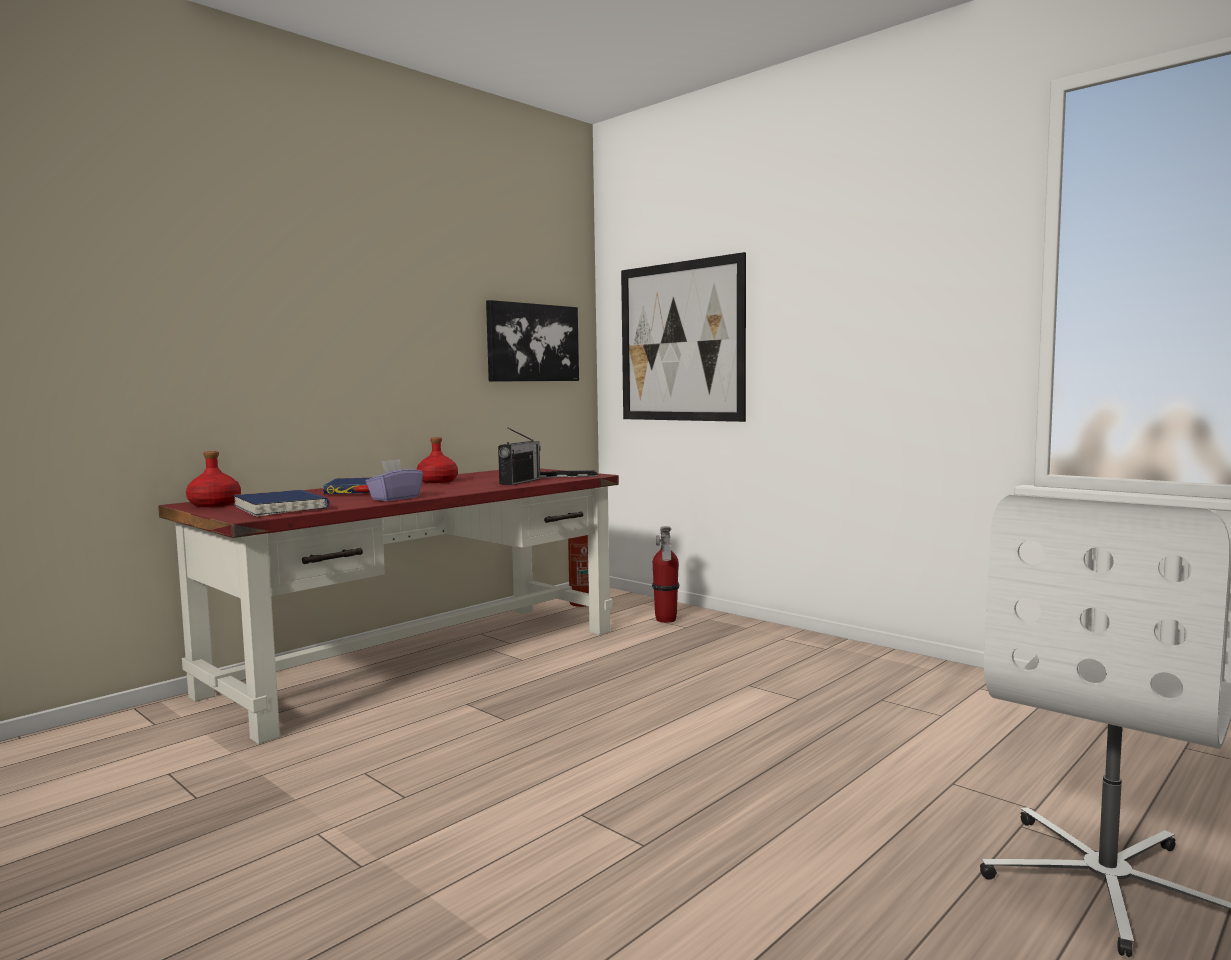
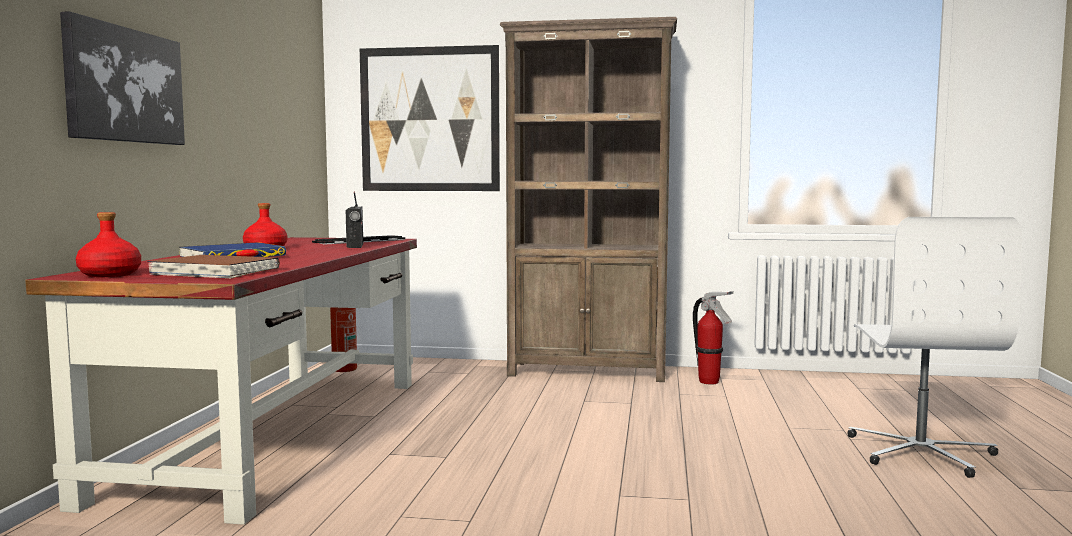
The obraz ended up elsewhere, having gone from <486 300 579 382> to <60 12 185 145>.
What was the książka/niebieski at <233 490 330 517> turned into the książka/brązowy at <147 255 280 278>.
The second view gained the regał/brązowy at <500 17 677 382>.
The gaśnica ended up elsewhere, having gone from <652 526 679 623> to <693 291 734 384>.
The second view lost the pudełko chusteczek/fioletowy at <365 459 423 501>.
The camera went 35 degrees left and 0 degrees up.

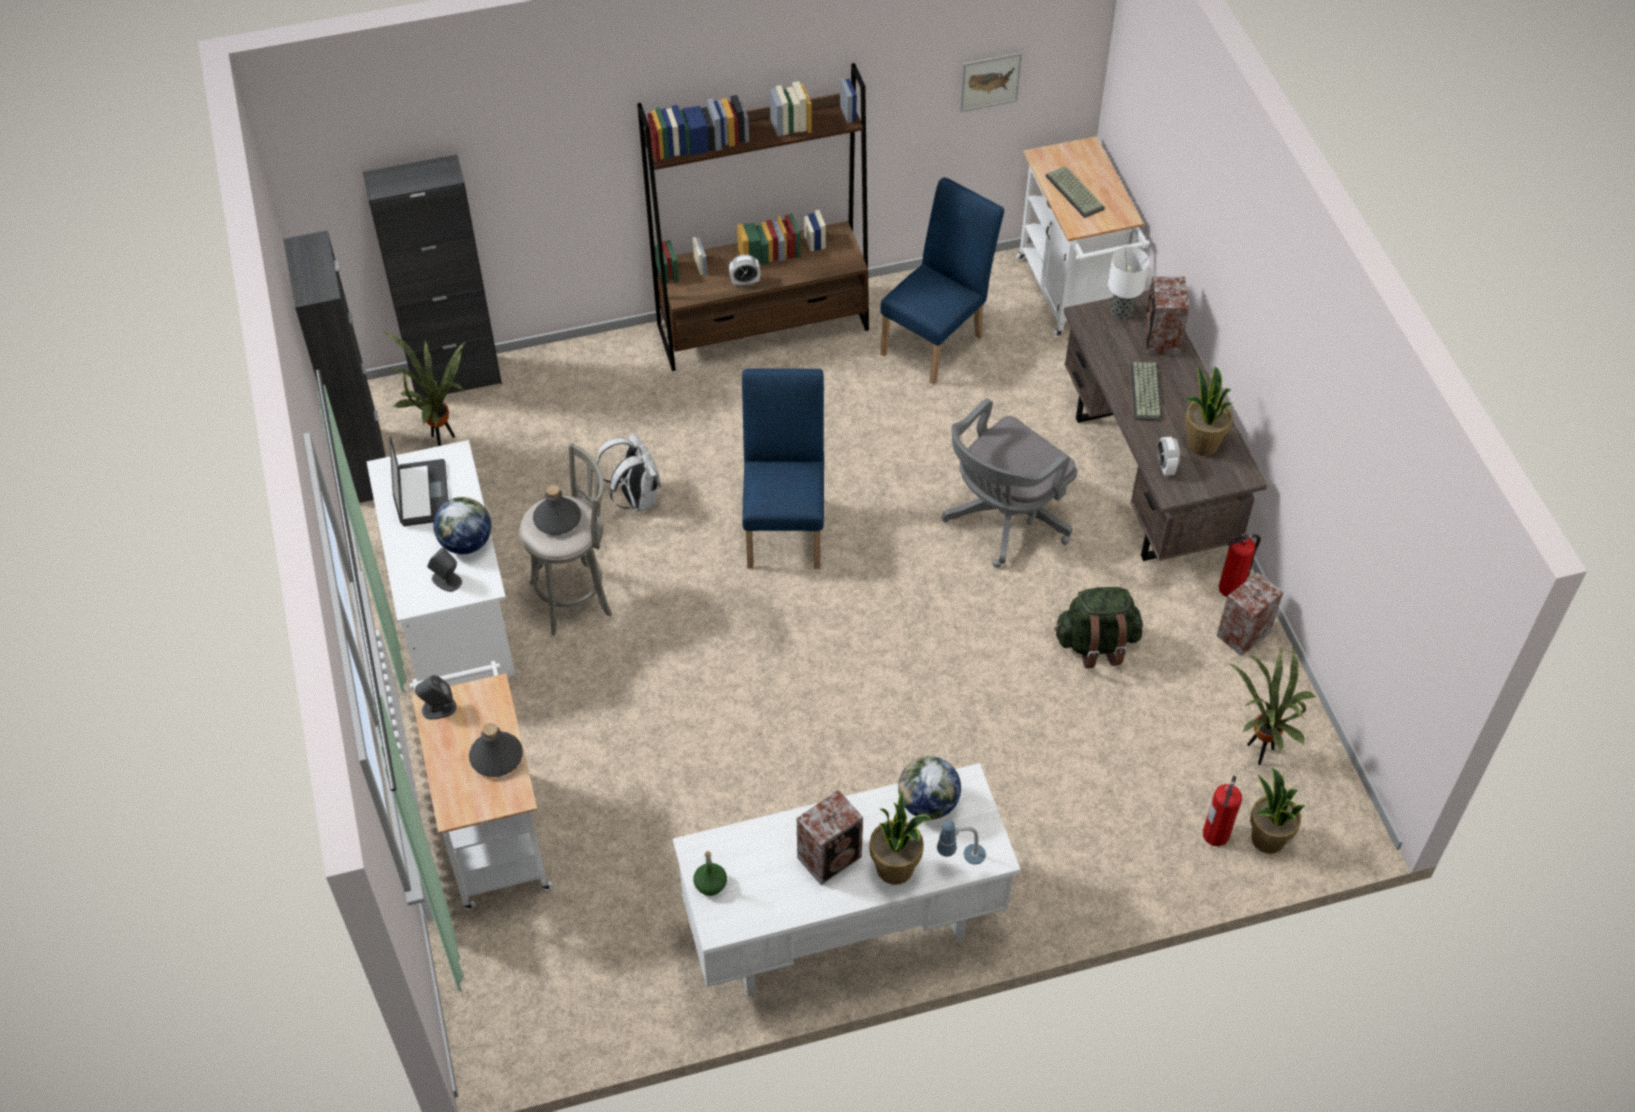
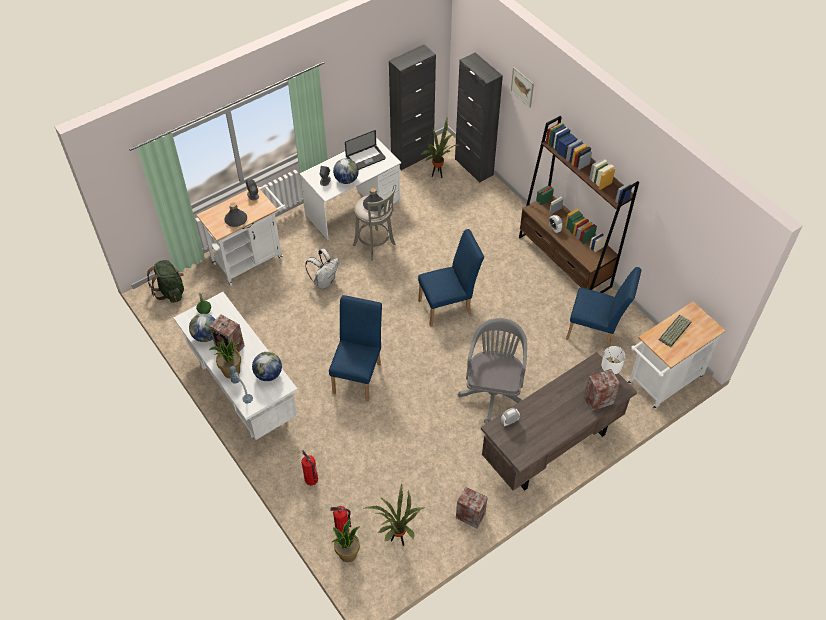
The plecak/zielony ended up elsewhere, having gone from <1054 587 1143 668> to <147 260 184 303>.
The second view gained the globus at <189 313 216 342>.
The gaśnica ended up elsewhere, having gone from <1219 534 1261 597> to <301 450 318 486>.
The plecak/biały ended up elsewhere, having gone from <596 433 661 512> to <305 249 339 289>.
The second view gained the krzesło/niebieski at <329 295 382 402>.
The krzesło biurowe/szary at <941 398 1077 568> ended up facing another way, 75 degrees clockwise from before.
The obraz ended up elsewhere, having gone from <960 52 1022 112> to <511 67 534 108>.
The second view lost the klawiatura at <1131 362 1162 421>.
The second view lost the roślina doniczkowa at <1185 366 1233 456>.
The camera went 70 degrees right and 0 degrees up.

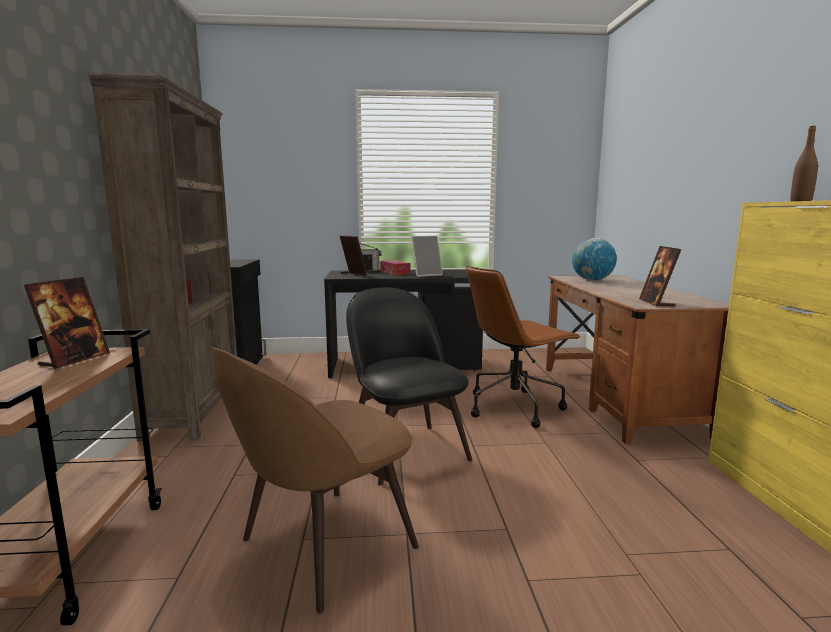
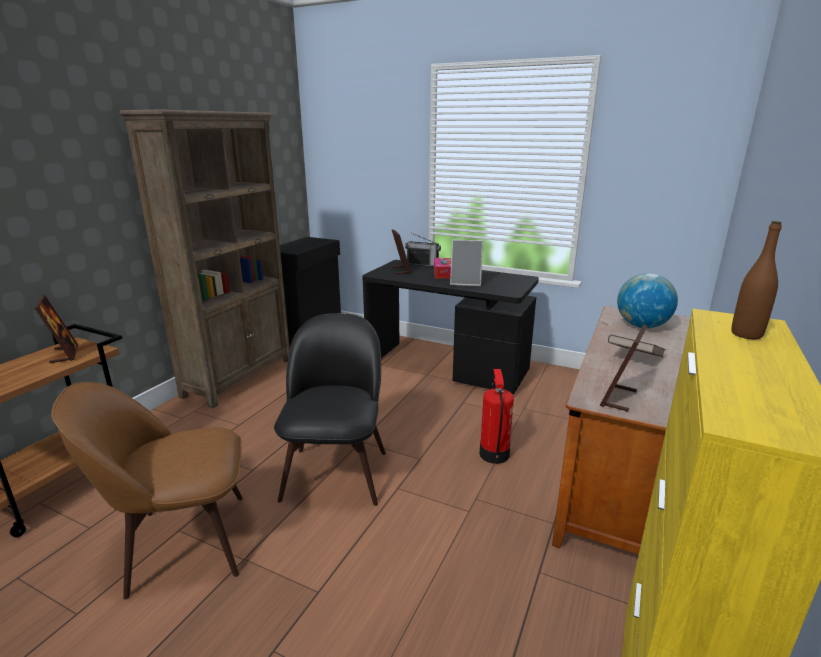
The ramka na zdjęcie at <24 277 110 369> ended up facing another way, 75 degrees counterclockwise from before.
Where the krzesło biurowe/brązowy stood at <466 266 581 428>, the gaśnica came to stand at <479 369 514 464>.
The second view gained the książka/brązowy at <608 334 666 357>.
The camera went 30 degrees right and 10 degrees up.

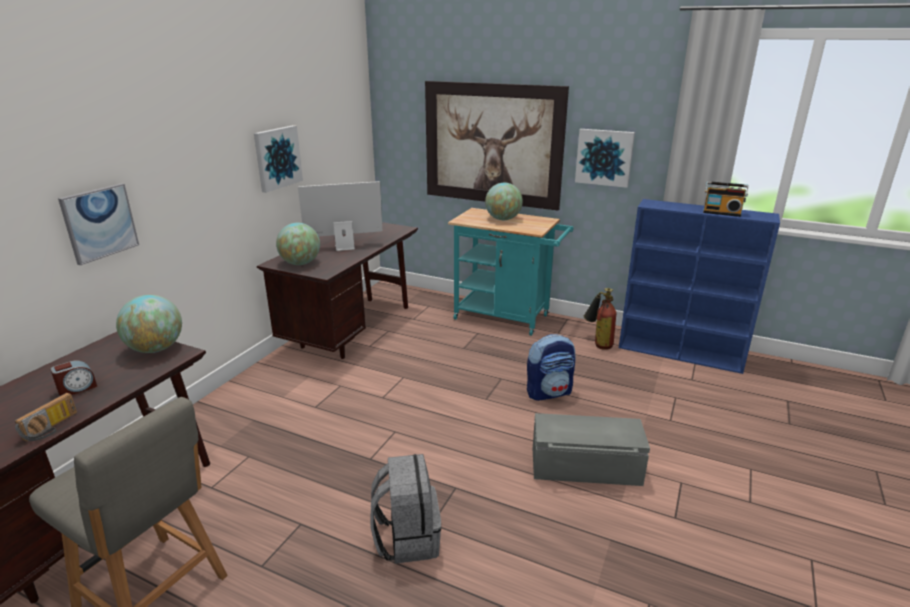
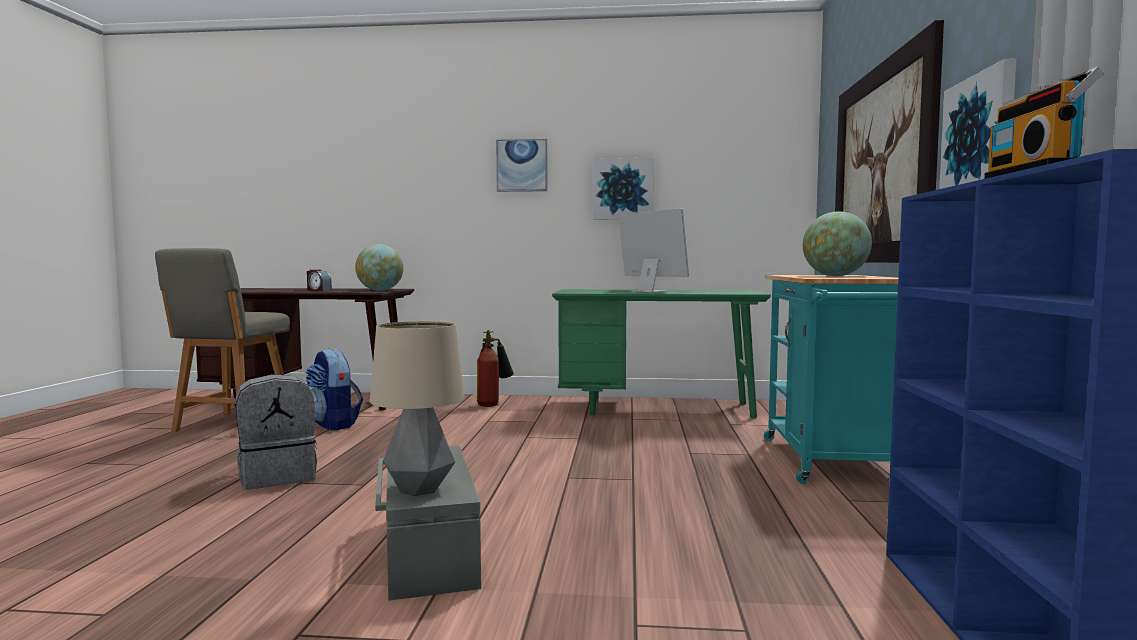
The plecak ended up elsewhere, having gone from <527 334 576 401> to <306 348 363 431>.
The second view gained the lampa stołowa at <370 321 465 496>.
The gaśnica ended up elsewhere, having gone from <584 288 616 350> to <477 330 514 407>.
The obraz ended up elsewhere, having gone from <58 183 139 265> to <496 139 547 192>.
What was the biurko/brązowy at <257 222 418 359> turned into the biurko/zielony at <552 289 771 418>.
The second view lost the radio at <15 393 77 441>.
The second view lost the globus at <276 223 320 265>.
The camera went 70 degrees right and 20 degrees down.

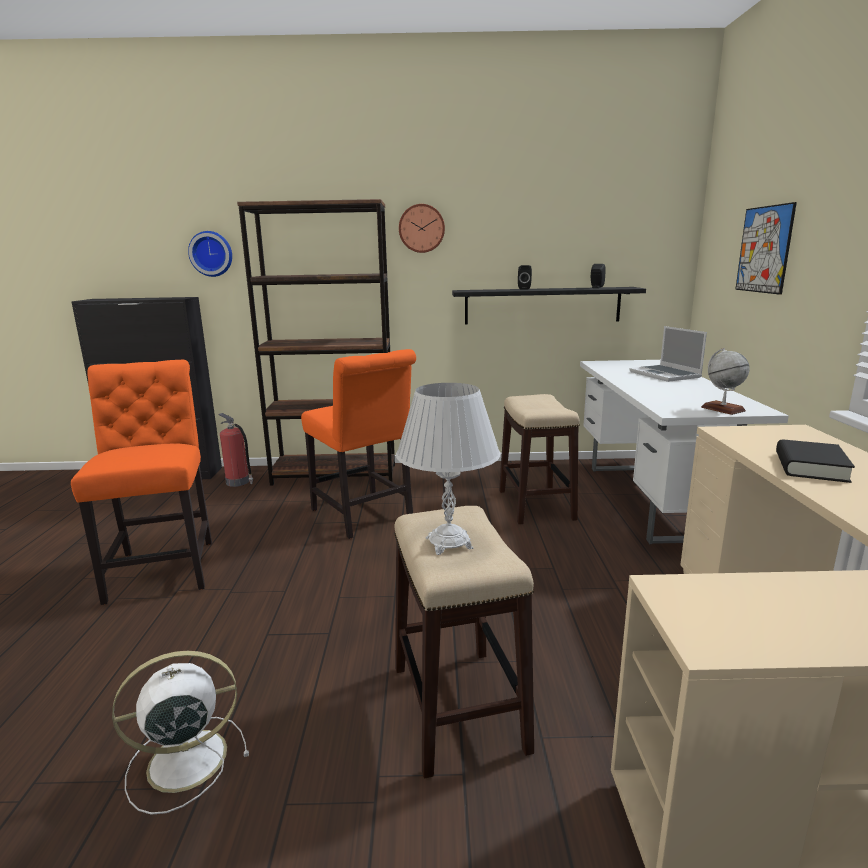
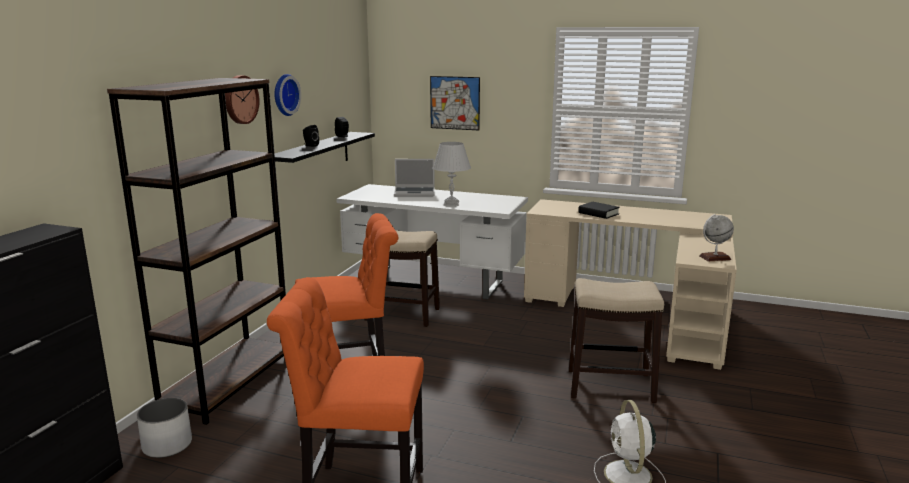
Where the gaśnica stood at <218 413 253 487>, the donica/biały came to stand at <137 398 192 458>.
The zegar ścienny ended up elsewhere, having gone from <188 231 232 277> to <274 74 301 116>.
The lampa stołowa/biały ended up elsewhere, having gone from <396 383 500 555> to <432 142 471 206>.
The globus ended up elsewhere, having gone from <701 348 750 415> to <699 214 734 262>.
The camera went 70 degrees left and 0 degrees up.

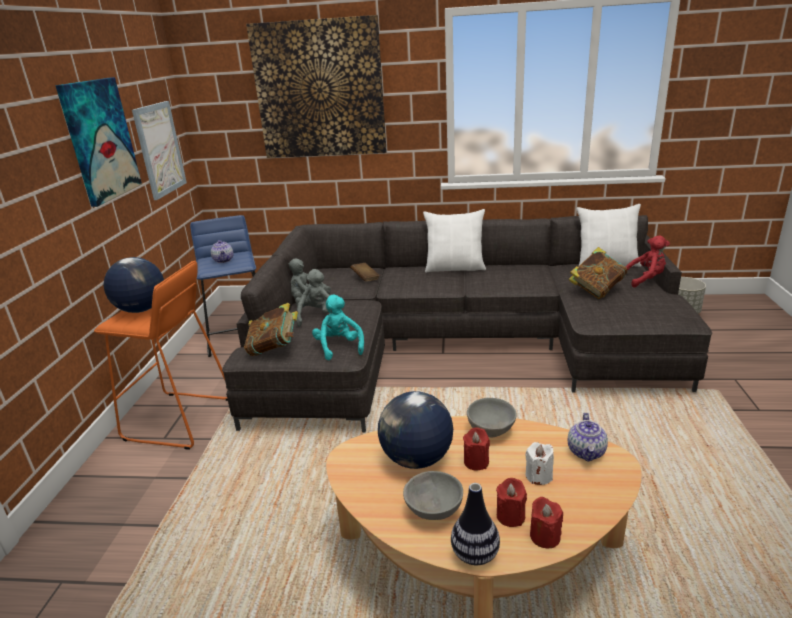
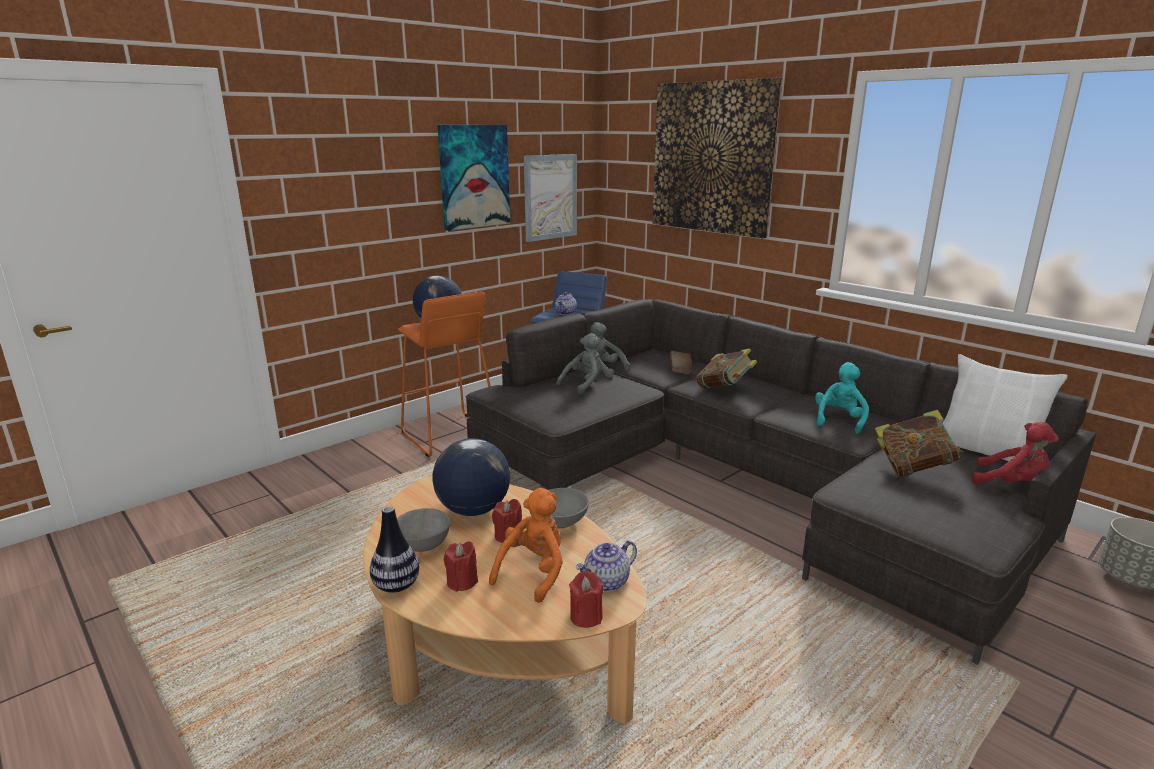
Where the świeca/biały stood at <525 442 554 485>, the pluszak/pomarańczowy came to stand at <489 488 563 603>.
The świeca/czerwony ended up elsewhere, having gone from <530 497 563 548> to <569 571 603 628>.
The książka ended up elsewhere, having gone from <244 303 298 356> to <696 349 757 388>.
The pluszak/turkusowy ended up elsewhere, having gone from <312 295 364 360> to <815 362 869 434>.
The second view lost the poduszka/biały at <423 209 486 273>.
The camera went 40 degrees right and 5 degrees down.

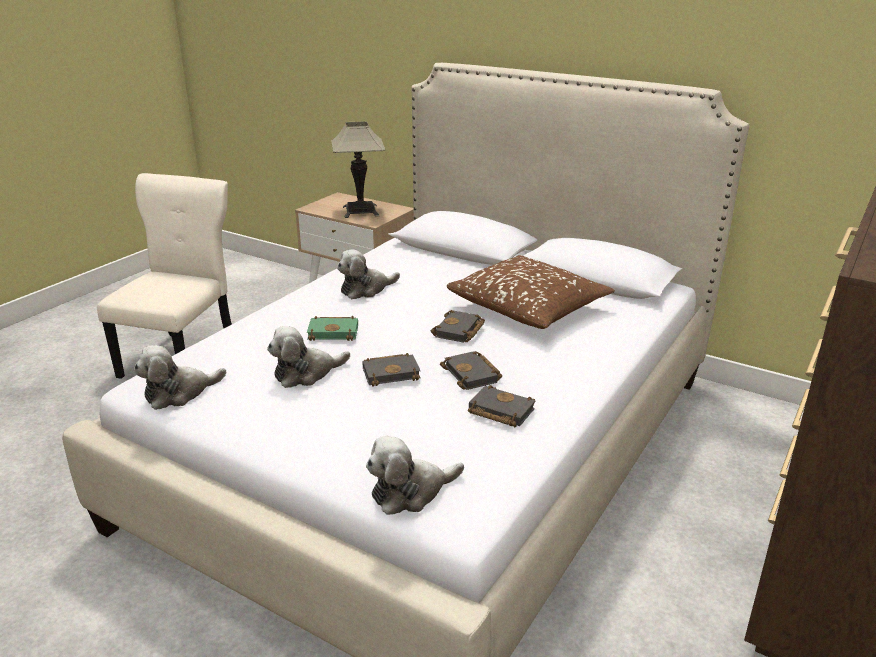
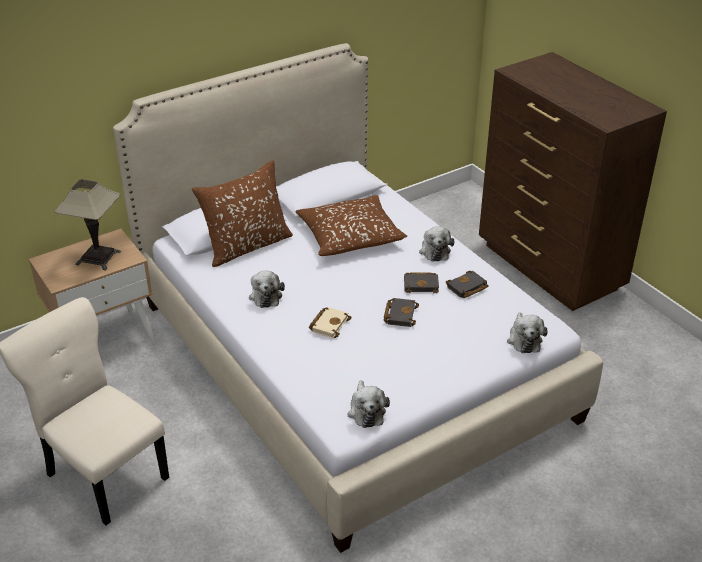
The second view gained the poduszka/brązowy at <192 160 293 267>.
What was the książka/zielony at <307 316 358 341> turned into the książka/beżowy at <309 307 352 338>.
The pluszak ended up elsewhere, having gone from <267 326 350 388> to <419 226 454 261>.
The second view lost the książka/czarny at <431 310 485 343>.
The camera went 65 degrees left and 10 degrees up.

